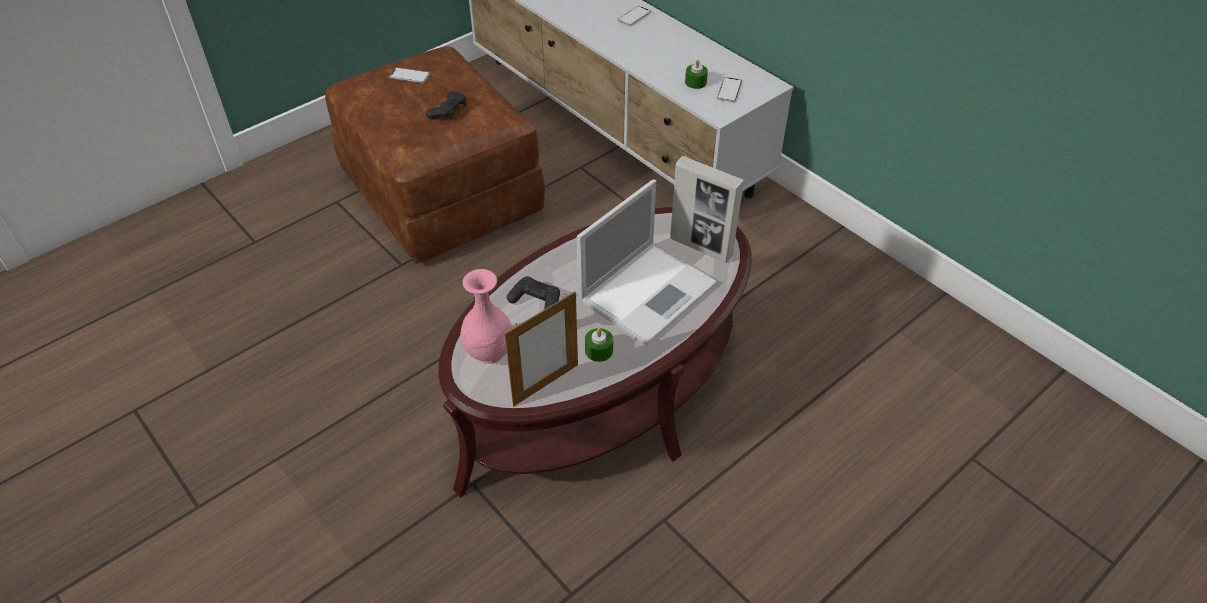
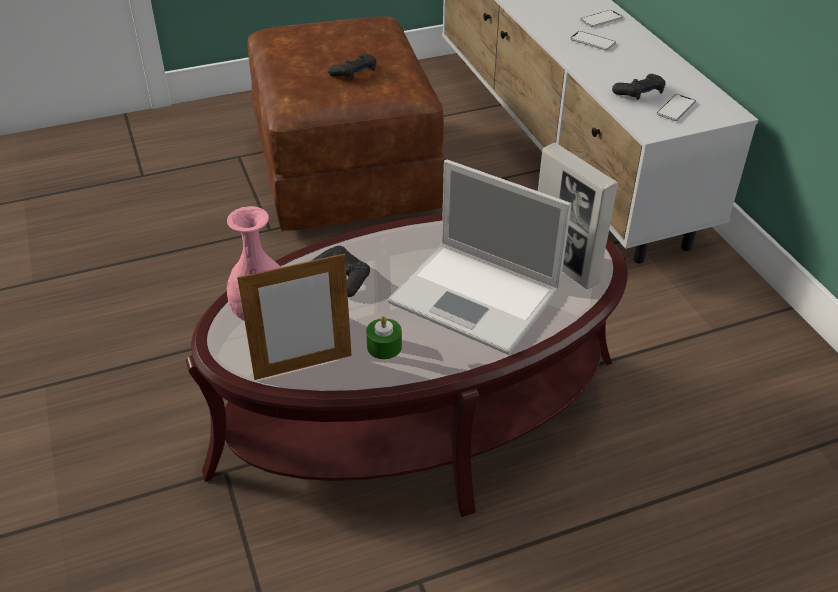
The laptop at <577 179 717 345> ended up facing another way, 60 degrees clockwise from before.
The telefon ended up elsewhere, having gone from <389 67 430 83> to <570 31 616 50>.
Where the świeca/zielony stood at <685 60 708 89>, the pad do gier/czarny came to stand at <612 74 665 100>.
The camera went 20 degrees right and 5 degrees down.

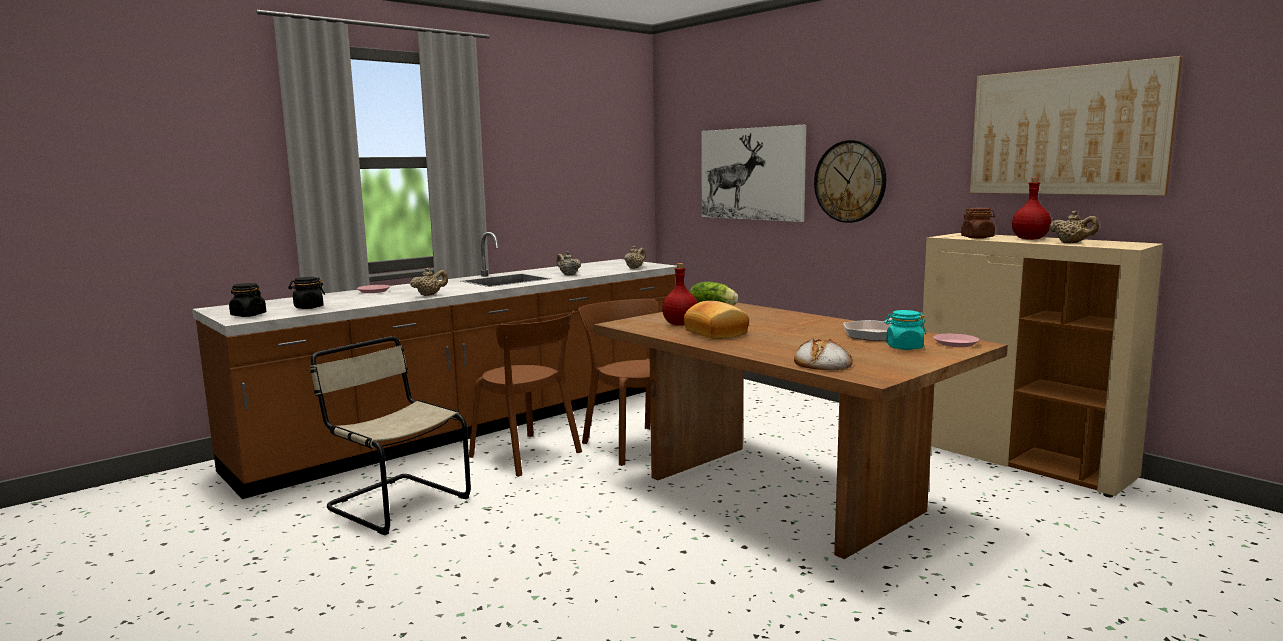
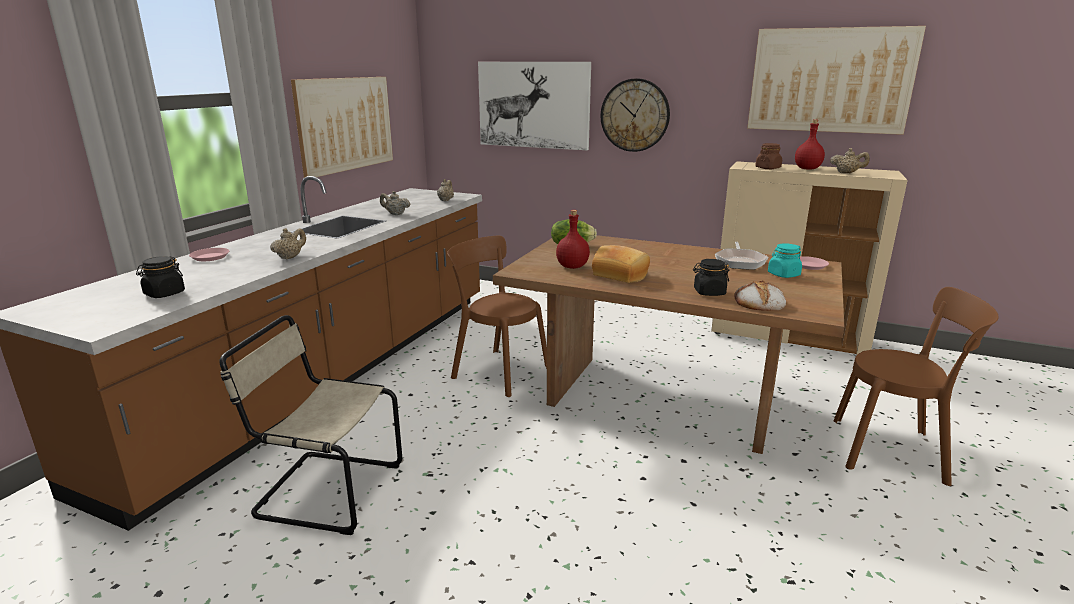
The second view gained the obraz at <291 77 393 178>.
The słoik/czarny ended up elsewhere, having gone from <229 283 266 317> to <693 259 729 296>.
The krzesło/brązowy ended up elsewhere, having gone from <469 310 582 477> to <833 287 999 486>.
The camera went 25 degrees left and 10 degrees up.

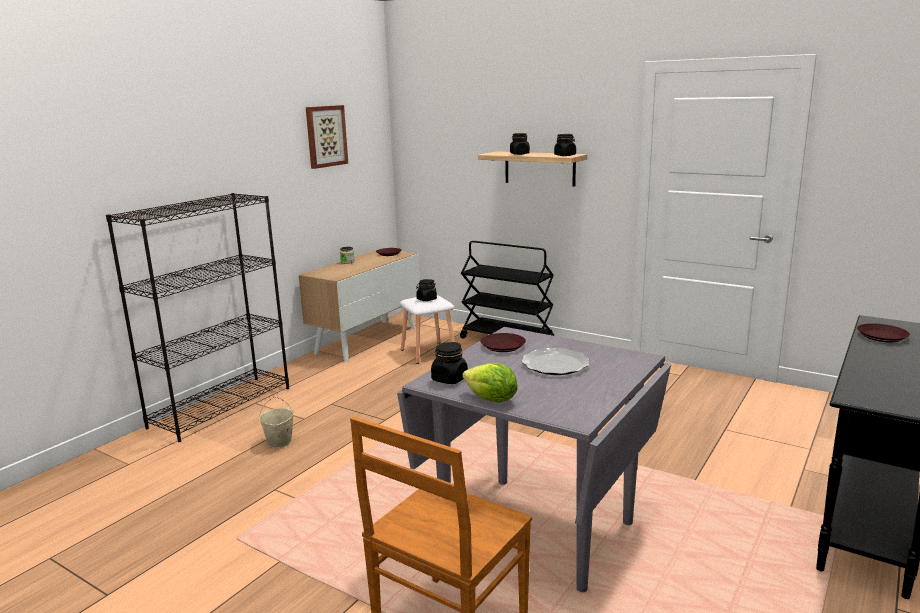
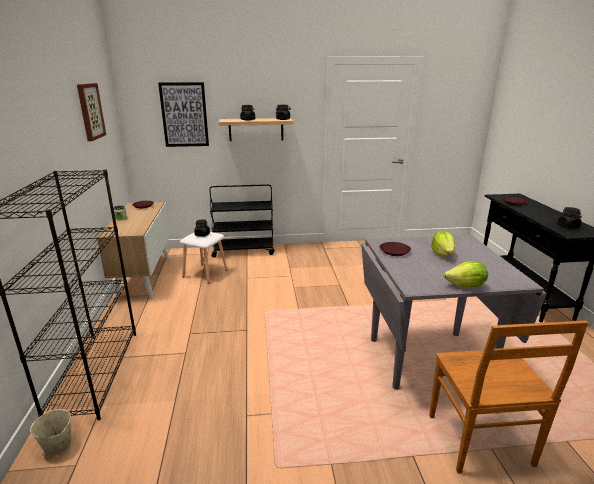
The wiadro/beżowy ended up elsewhere, having gone from <259 397 294 448> to <30 405 71 457>.
The second view gained the obraz at <158 82 209 147>.
Where the talerz stood at <522 348 589 375>, the sałata came to stand at <431 231 455 257>.
The słoik/czarny ended up elsewhere, having gone from <431 342 468 384> to <558 207 581 229>.
The camera went 40 degrees left and 5 degrees up.

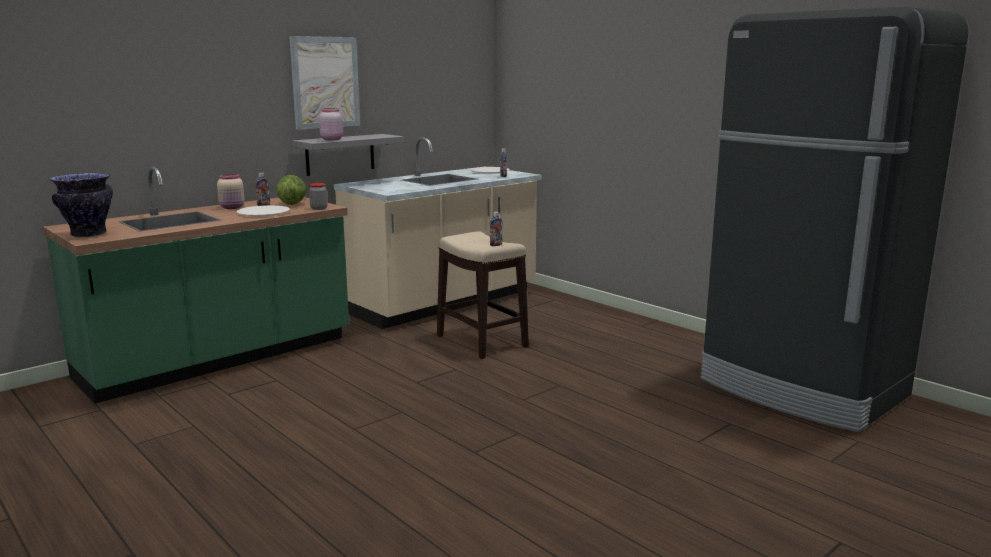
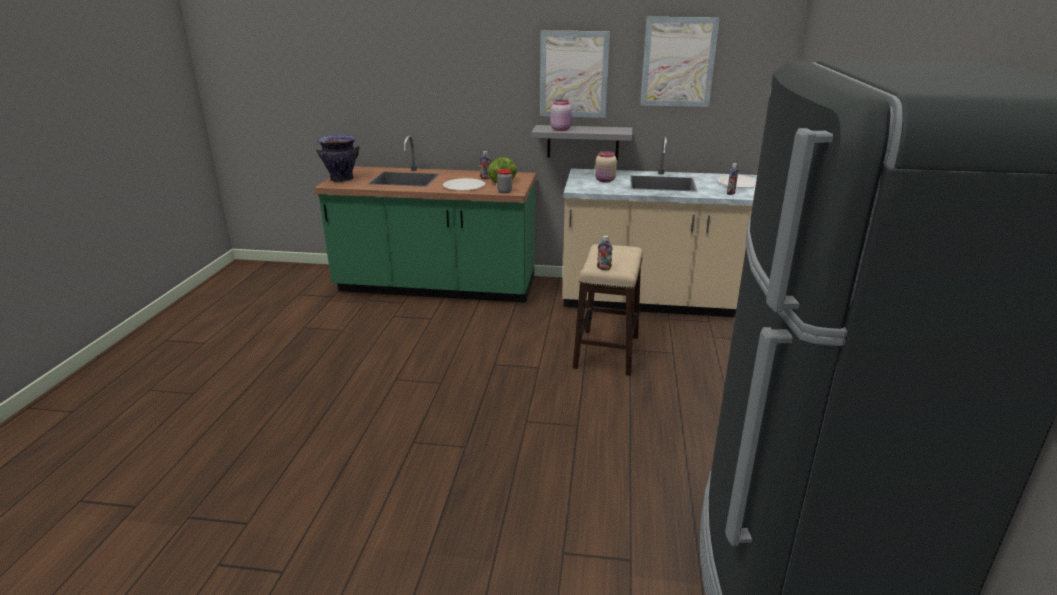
The słoik/beżowy ended up elsewhere, having gone from <217 174 245 209> to <595 151 617 182>.
The second view gained the obraz at <640 17 720 107>.
The camera went 50 degrees right and 10 degrees up.

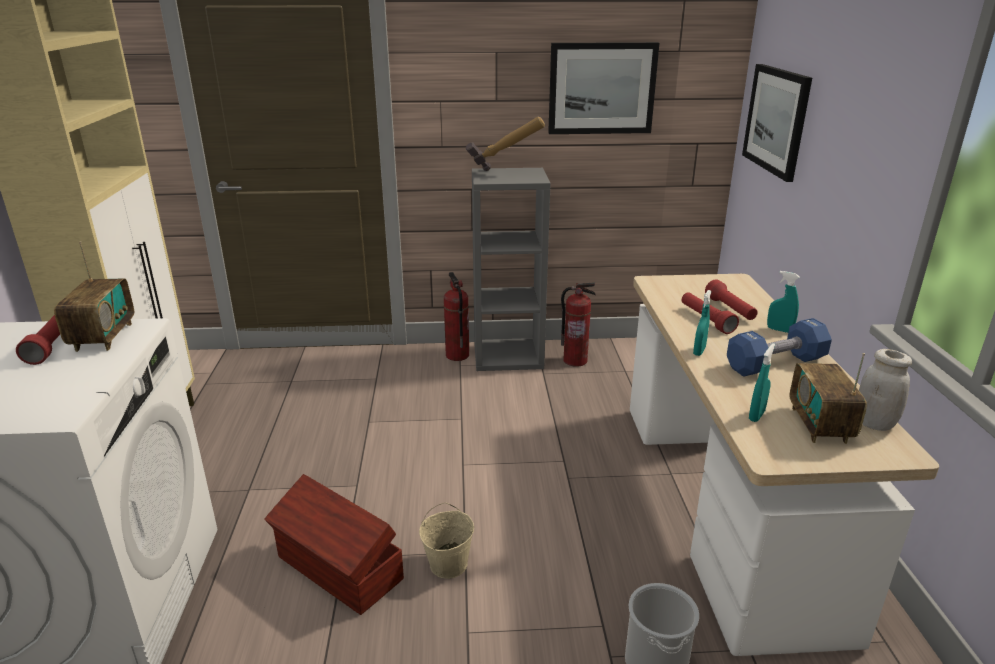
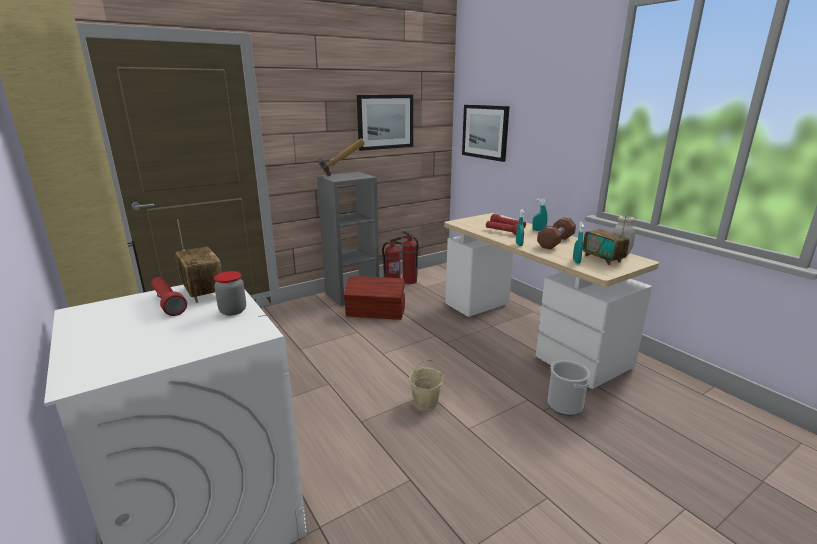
The second view gained the słoik at <214 271 246 316>.
The pojemnik do przechowywania/brązowy ended up elsewhere, having gone from <264 474 404 615> to <344 276 405 320>.
The gaśnica ended up elsewhere, having gone from <444 272 469 361> to <402 231 419 284>.
What was the hantel/niebieski at <727 318 832 377> turned into the hantel/brązowy at <537 217 576 249>.
The camera went 30 degrees left and 5 degrees down.

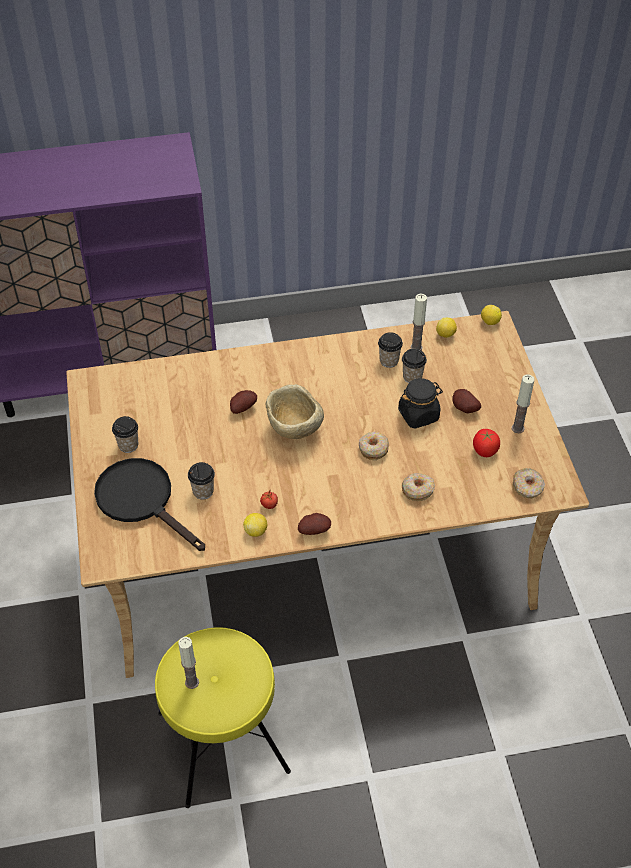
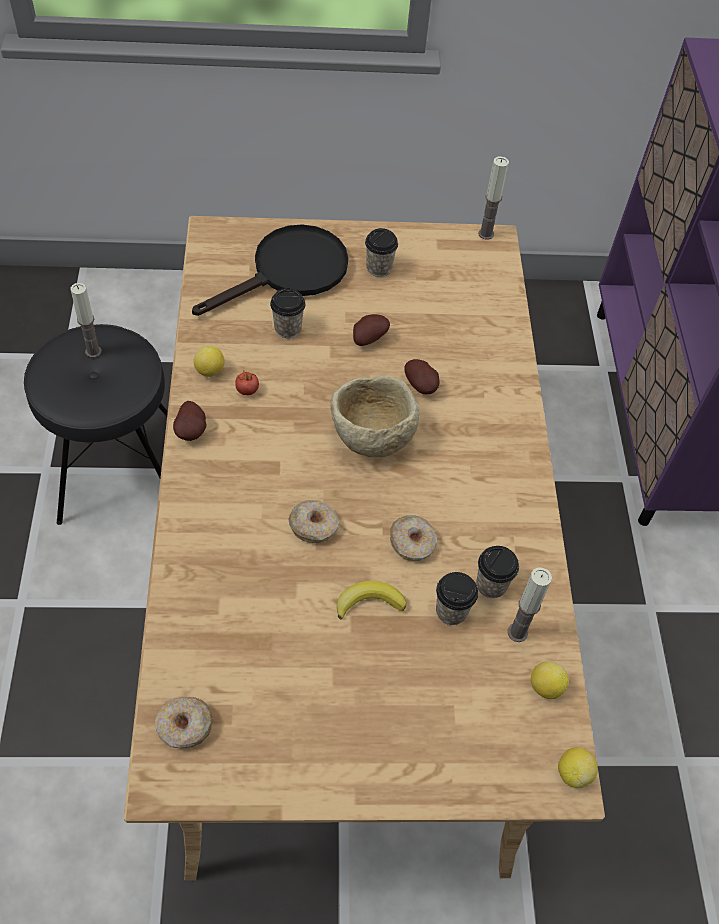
What was the stołek/żółty at <155 627 291 808> turned into the stołek/czarny at <24 324 168 525>.
Where the słoik/czarny stood at <398 378 443 429>, the banan came to stand at <337 581 406 620>.
The ziemniak ended up elsewhere, having gone from <453 389 481 413> to <353 314 390 346>.
The donut ended up elsewhere, having gone from <402 473 435 501> to <390 515 437 561>.
The świeca ended up elsewhere, having gone from <512 375 535 433> to <478 156 509 240>.
The second view lost the pomidor at <473 429 500 457>.
The camera went 95 degrees right and 5 degrees up.

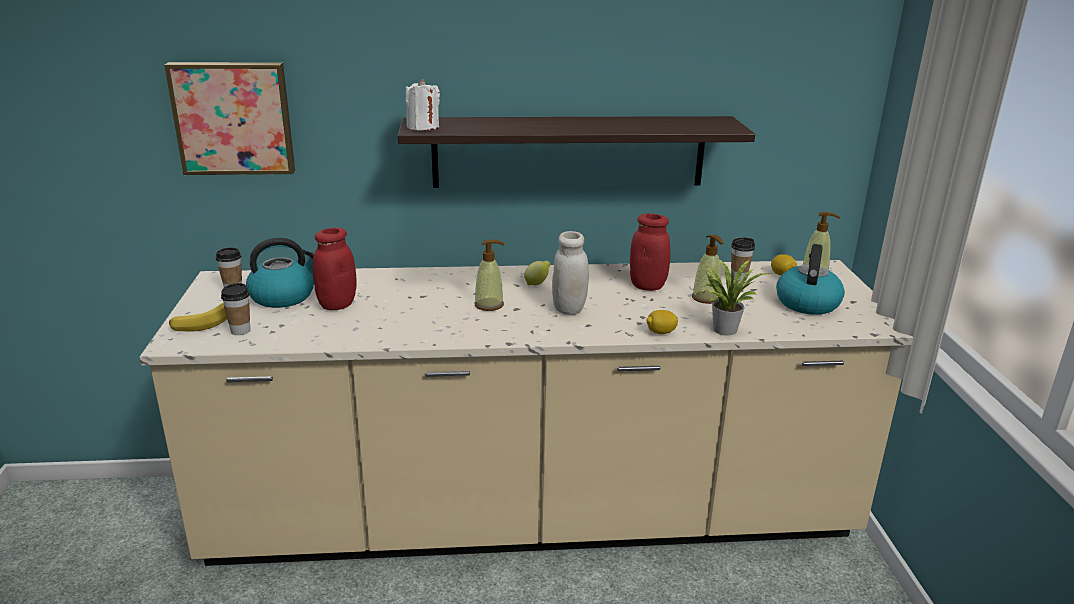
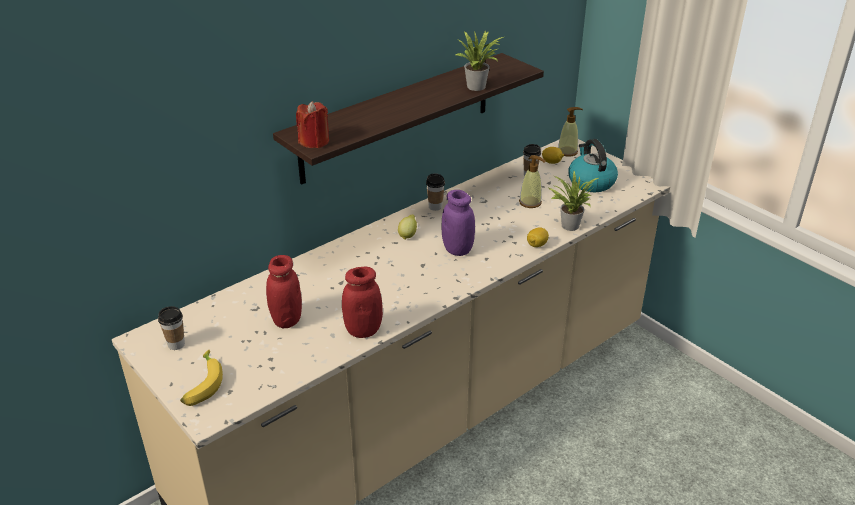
What was the świeca/biały at <405 79 440 131> turned into the świeca/czerwony at <296 101 329 148>.
The słoik/czerwony ended up elsewhere, having gone from <630 213 671 291> to <342 267 383 338>.
The filiżanka ended up elsewhere, having gone from <221 283 251 335> to <426 173 445 211>.
What was the słoik/biały at <552 231 589 315> turned into the słoik/fioletowy at <442 190 475 256>.
The second view gained the roślina doniczkowa at <456 30 504 91>.
The second view lost the obraz at <164 62 295 175>.
The second view lost the czajnik at <246 237 314 308>.
The second view lost the dozownik mydła at <474 239 505 311>.
The camera went 35 degrees left and 10 degrees up.

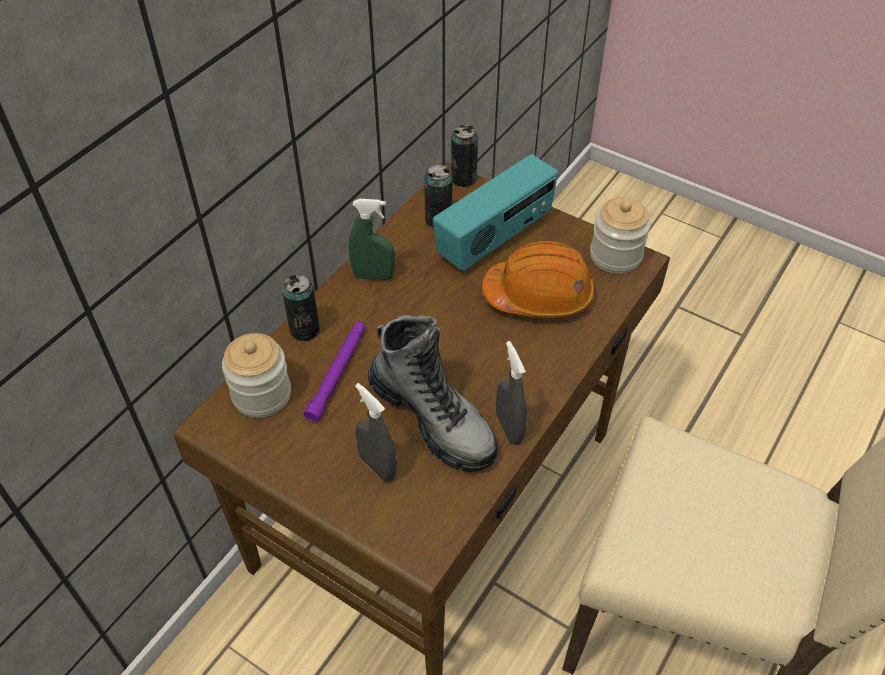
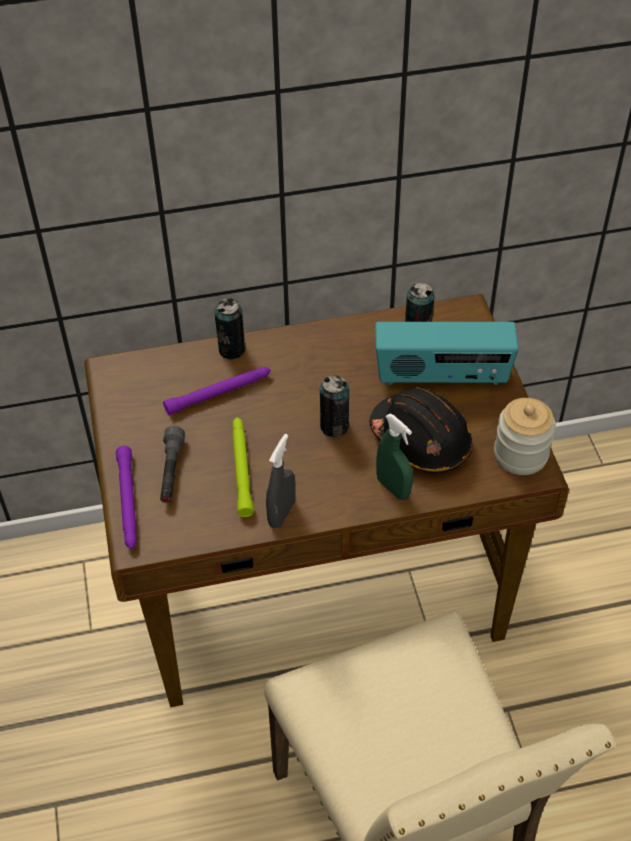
The second view gained the latarka/fioletowy at <116 446 137 549>.
Where the spryskiwacz/szary stood at <355 383 397 482>, the latarka/szary came to stand at <160 426 185 503>.
Where the but z cholewką stood at <368 315 498 472>, the latarka/zielony came to stand at <232 418 254 517>.
The puszka ended up elsewhere, having gone from <451 125 478 187> to <320 375 349 437>.
What was the kask/pomarańczowy at <482 241 595 318> turned into the kask/czarny at <370 387 473 474>.
The spryskiwacz/zielony ended up elsewhere, having gone from <348 199 395 281> to <376 414 413 500>.
The second view lost the słoik at <222 333 291 418>.
The camera went 45 degrees right and 0 degrees up.

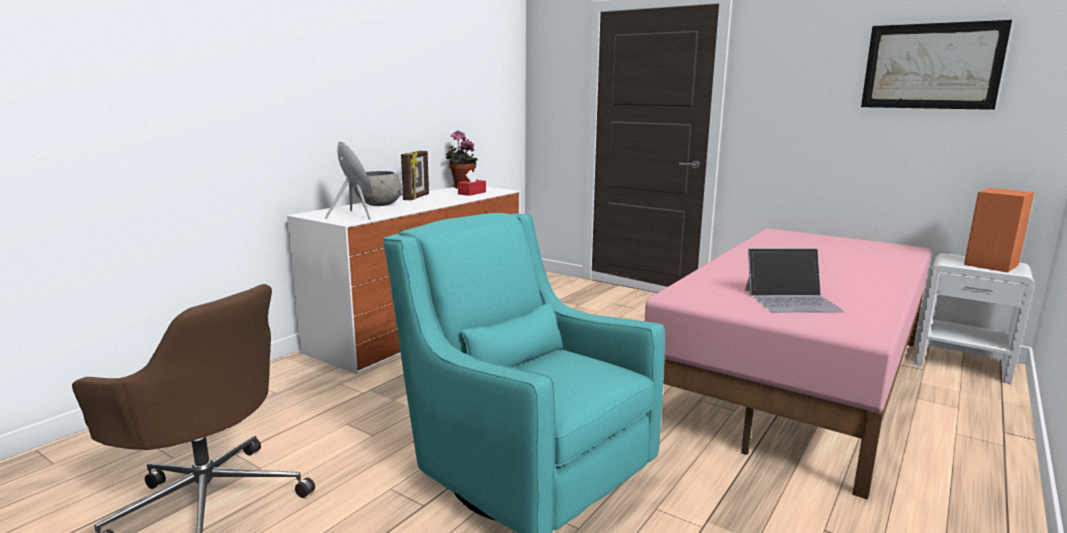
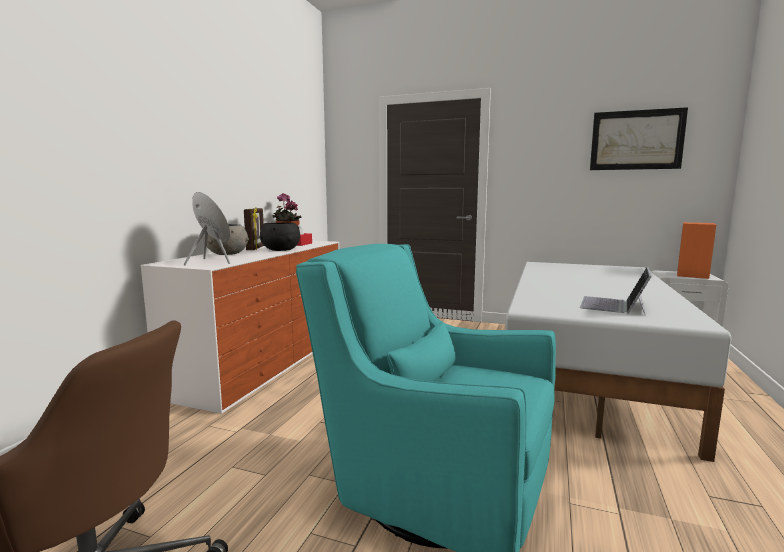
The second view gained the miska/czarny at <259 222 300 251>.
What was the łóżko/różowy at <645 228 931 500> turned into the łóżko/biały at <505 262 731 462>.
The laptop at <745 248 845 313> ended up facing another way, 135 degrees clockwise from before.
The camera went 15 degrees left and 5 degrees down.

